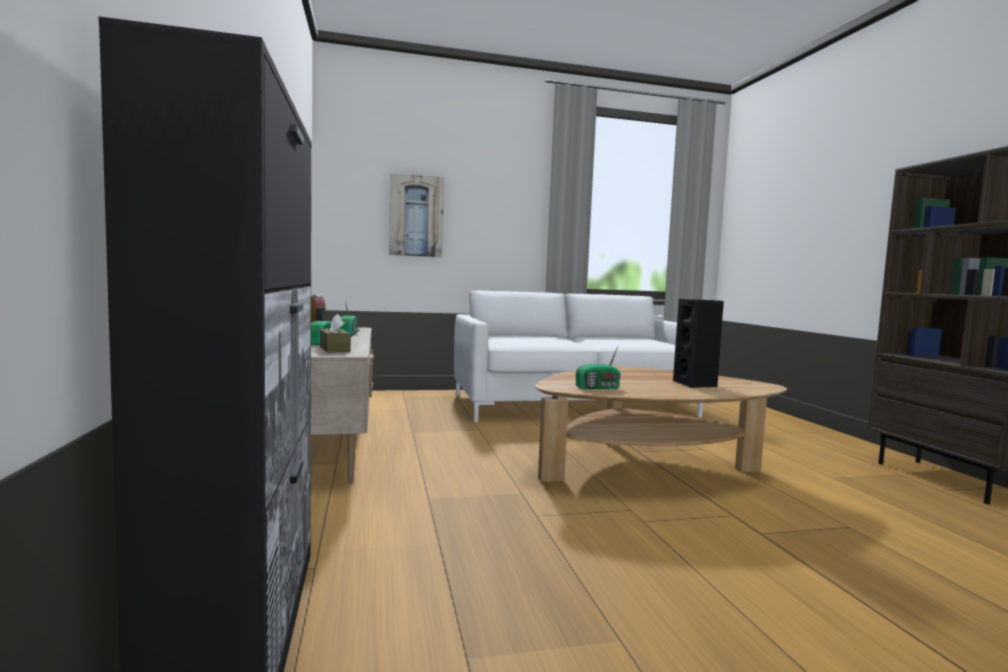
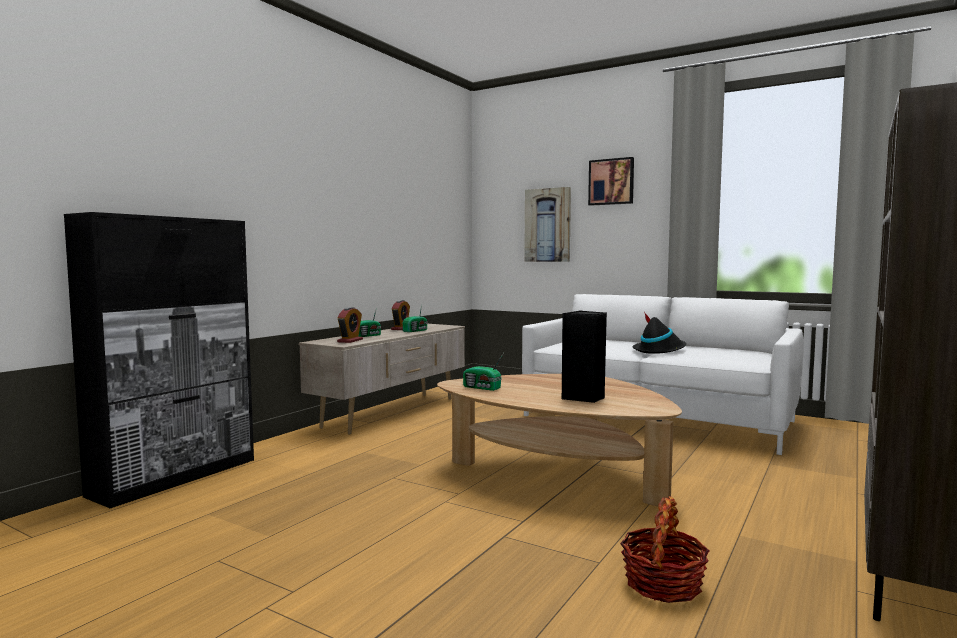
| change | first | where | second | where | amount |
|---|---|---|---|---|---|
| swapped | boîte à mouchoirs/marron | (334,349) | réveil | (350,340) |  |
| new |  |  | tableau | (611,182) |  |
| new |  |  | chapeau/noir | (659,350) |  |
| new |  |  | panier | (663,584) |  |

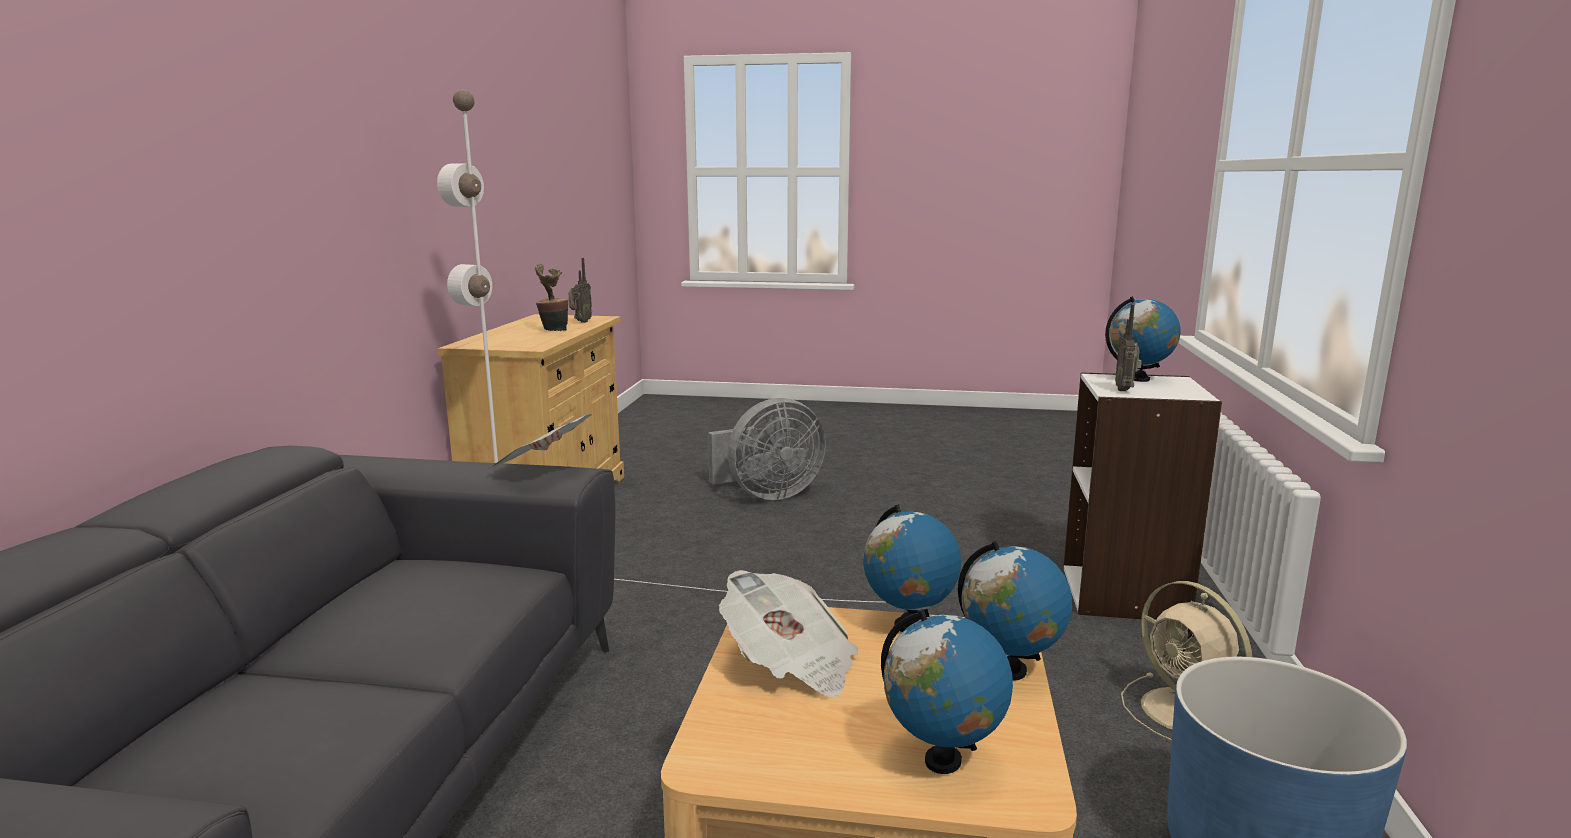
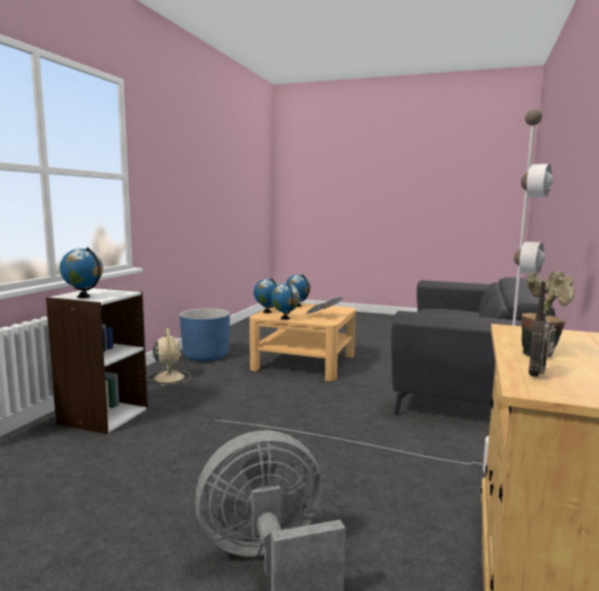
| change | first | where | second | where | amount |
|---|---|---|---|---|---|
| gone | radio | (1125,390) |  |  |  |
| gone | journal | (541,469) |  |  |  |

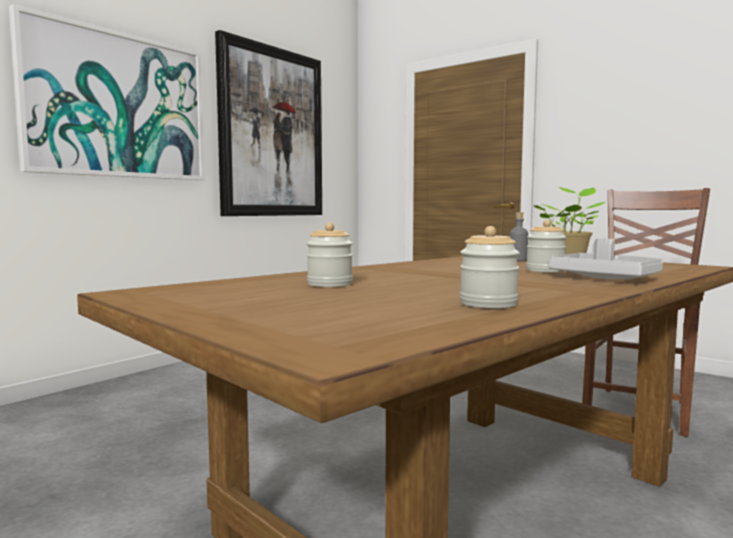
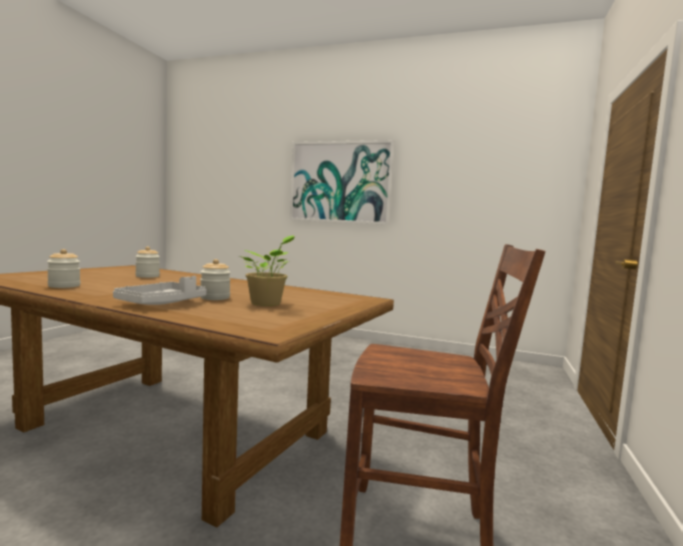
| change | first | where | second | where | amount |
|---|---|---|---|---|---|
| gone | tableau | (272,133) |  |  |  |
| gone | bouteille/gris | (518,260) |  |  |  |

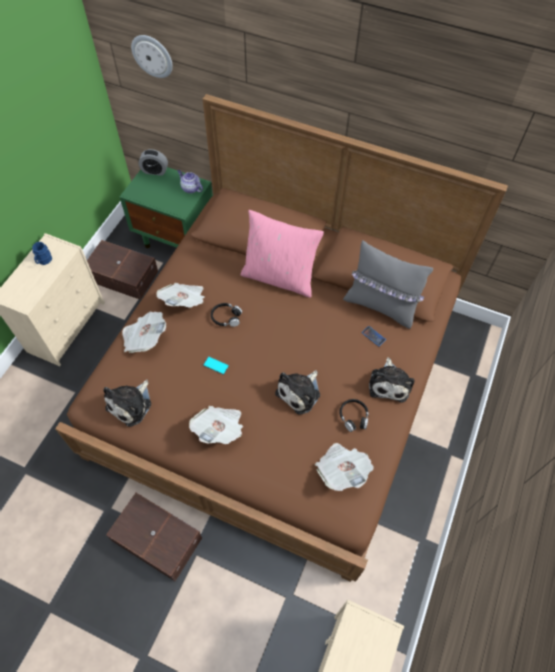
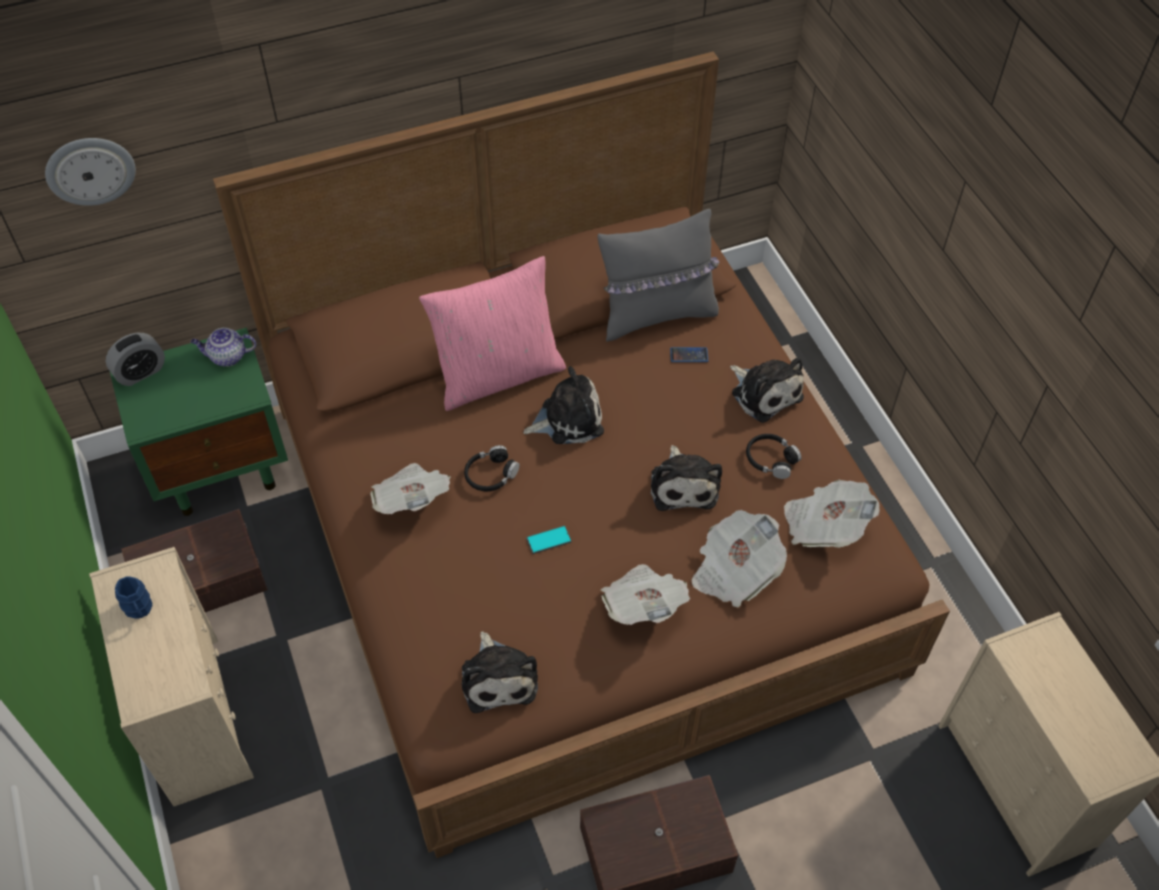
| change | first | where | second | where | amount |
|---|---|---|---|---|---|
| shifted | journal | (144,338) |  | (734,571) |  |
| new |  |  | peluche | (568,419) |  |

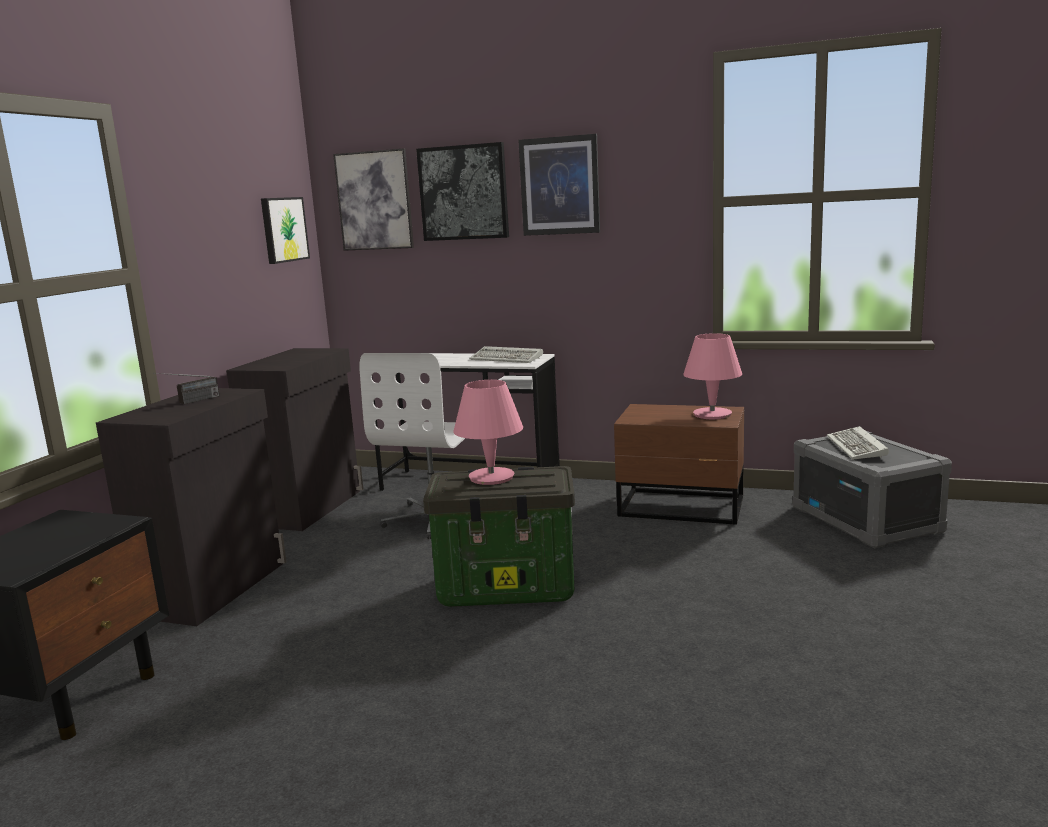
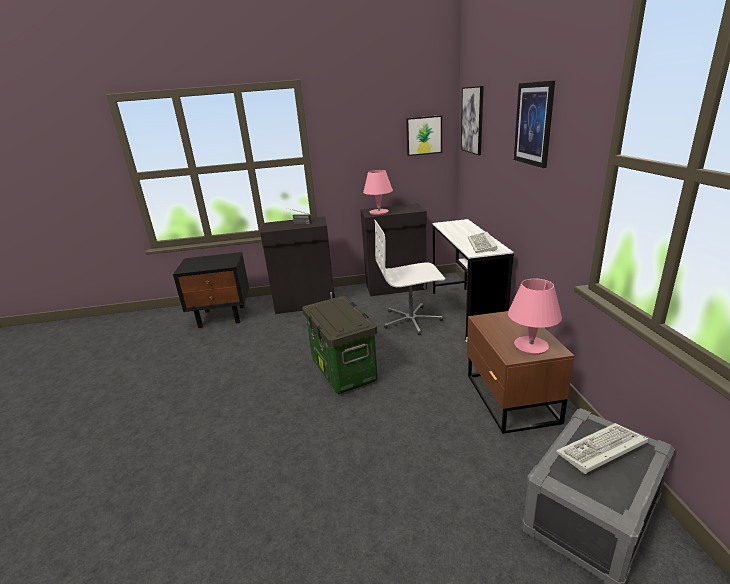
| change | first | where | second | where | amount |
|---|---|---|---|---|---|
| gone | tableau | (464,192) |  |  |  |
| shifted | lampe de table/rose | (491,477) |  | (379,212) |  |

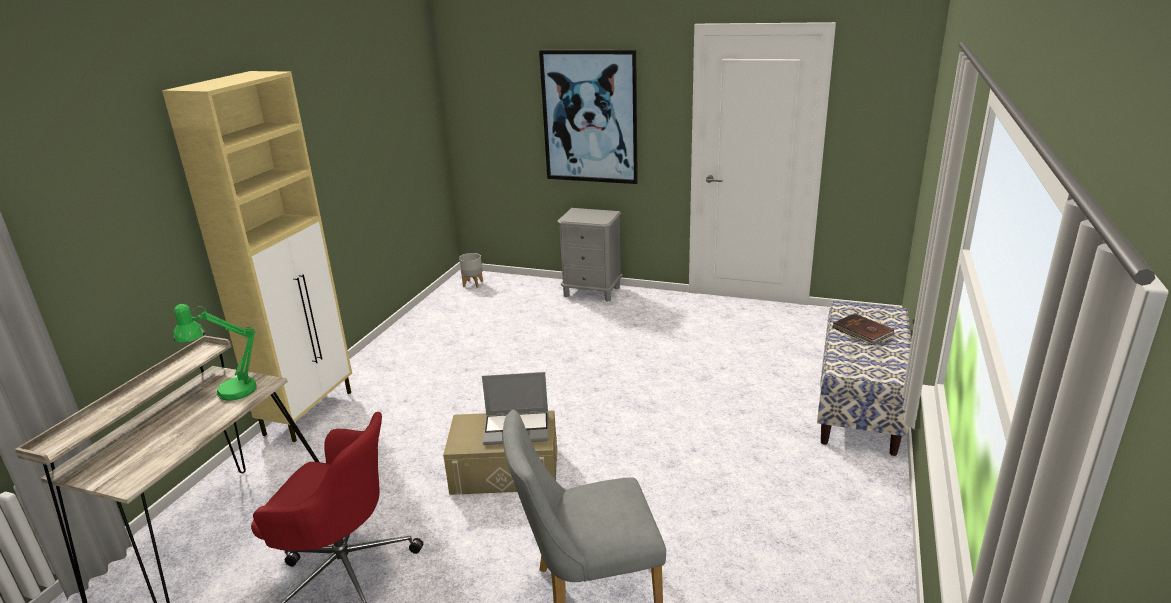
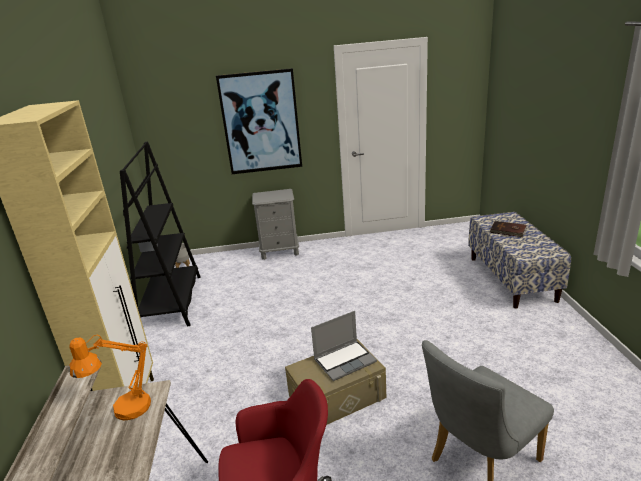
| change | first | where | second | where | amount |
|---|---|---|---|---|---|
| repainted | lampe de table/vert | (228,392) | lampe de table/orange | (124,411) |  |
| new |  |  | bibliothèque/noir | (172,303) |  |

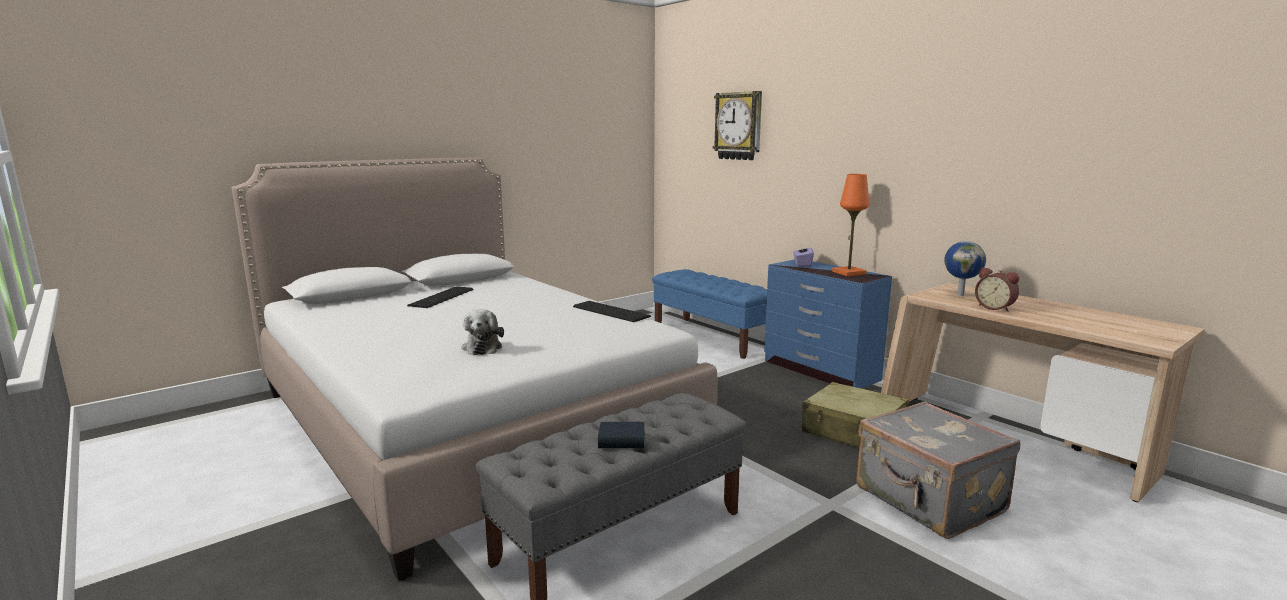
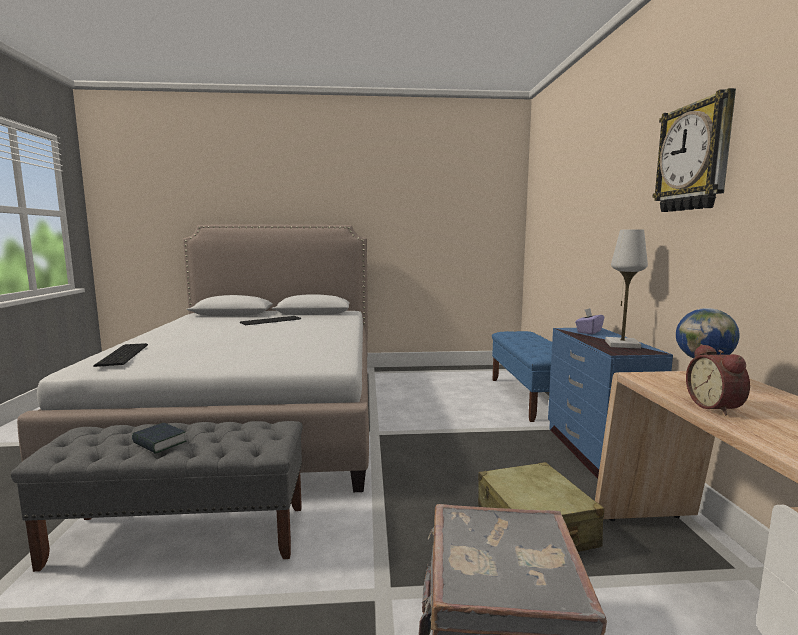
| change | first | where | second | where | amount |
|---|---|---|---|---|---|
| shifted | horloge murale | (739,126) |  | (694,157) |  |
| repainted | lampe de table/orange | (849,273) | lampe de table/blanc | (622,344) |  |
| shifted | clavier | (611,311) |  | (125,354) |  |
| gone | peluche | (482,347) |  |  |  |

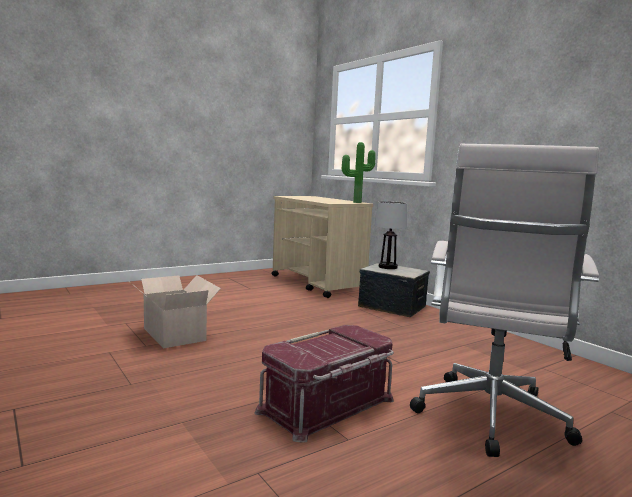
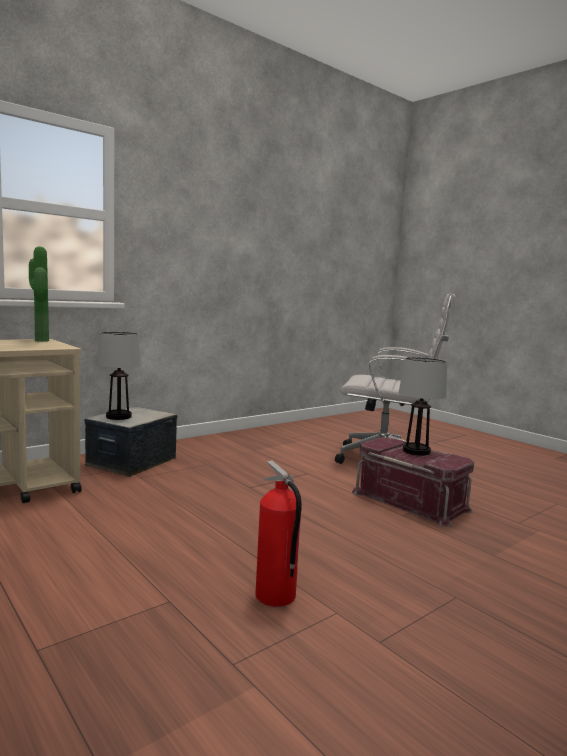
| change | first | where | second | where | amount |
|---|---|---|---|---|---|
| swapped | carton | (174,333) | extincteur | (275,596) |  |
| new |  |  | lampe de table | (417,451) |  |

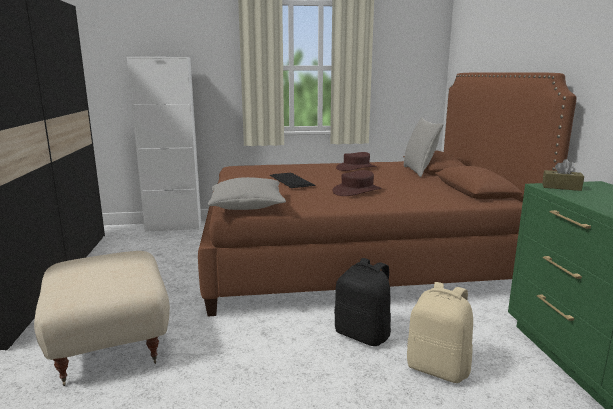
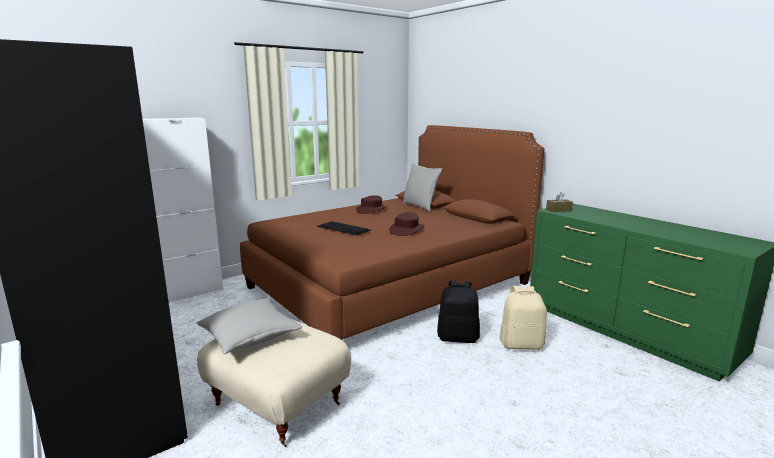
| change | first | where | second | where | amount |
|---|---|---|---|---|---|
| shifted | coussin/gris | (247,206) |  | (250,337) |  |

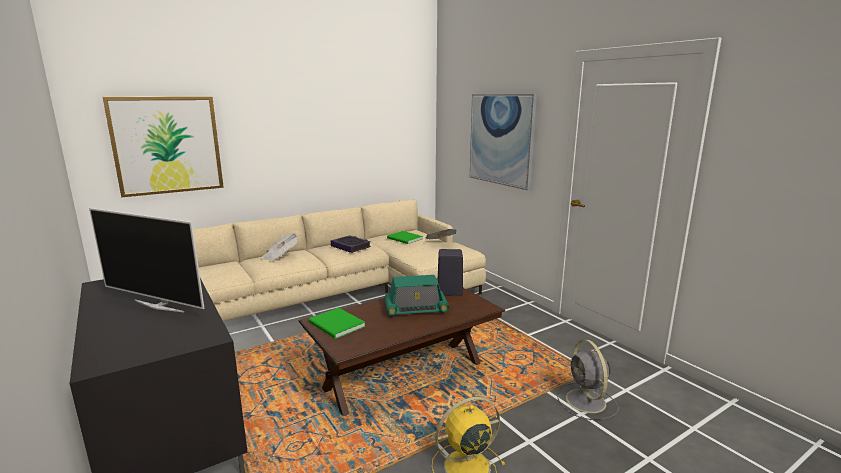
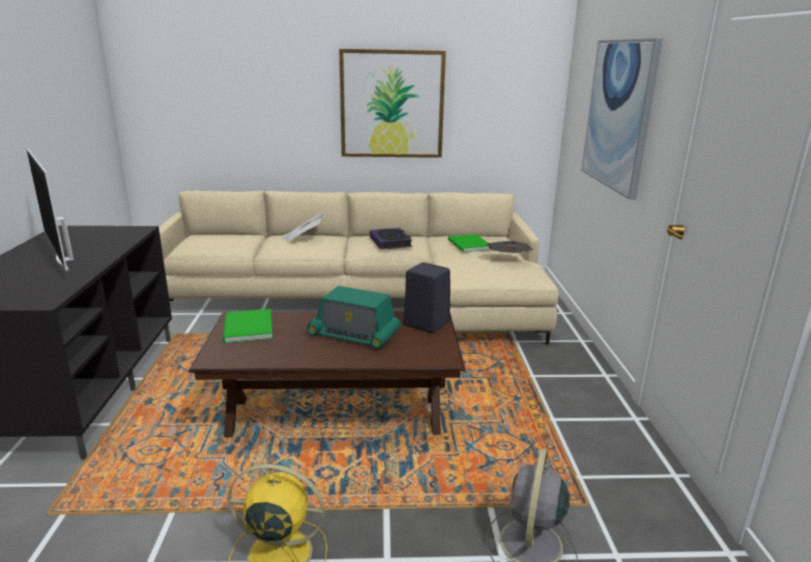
| change | first | where | second | where | amount |
|---|---|---|---|---|---|
| shifted | tableau | (167,145) |  | (392,104) |  |

